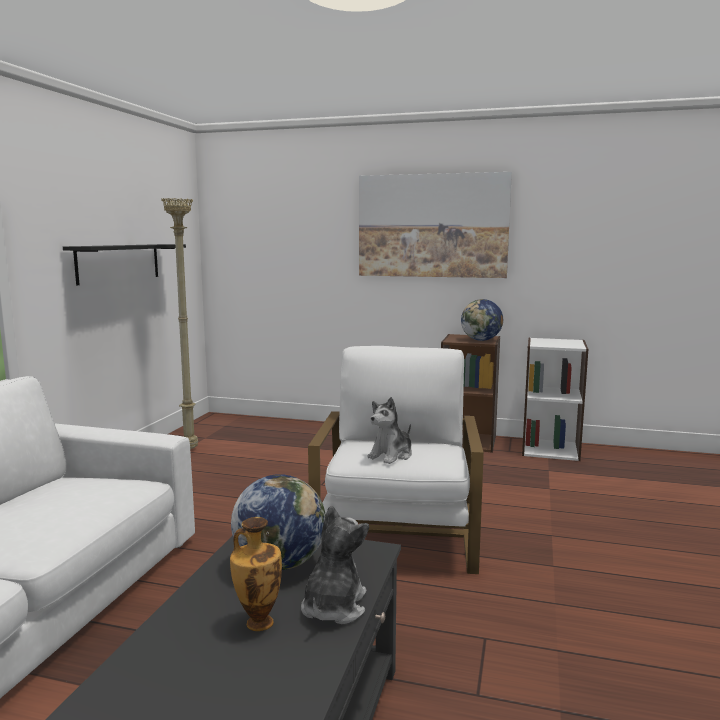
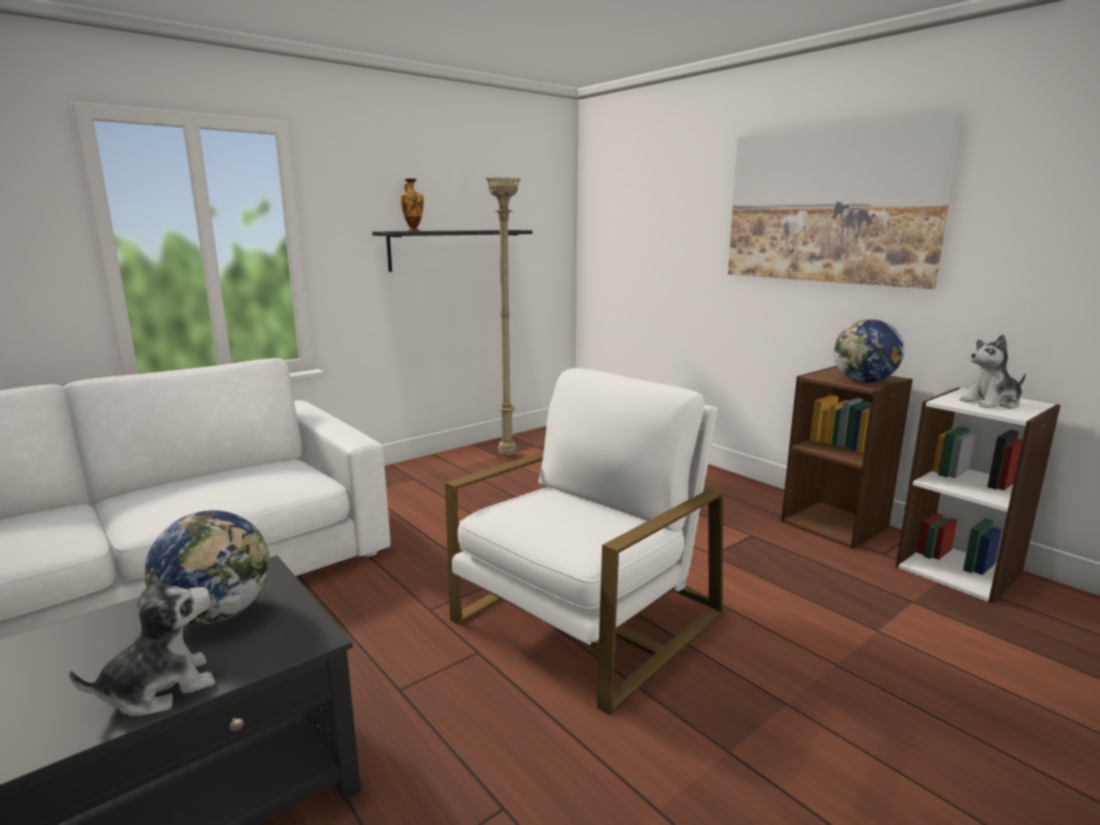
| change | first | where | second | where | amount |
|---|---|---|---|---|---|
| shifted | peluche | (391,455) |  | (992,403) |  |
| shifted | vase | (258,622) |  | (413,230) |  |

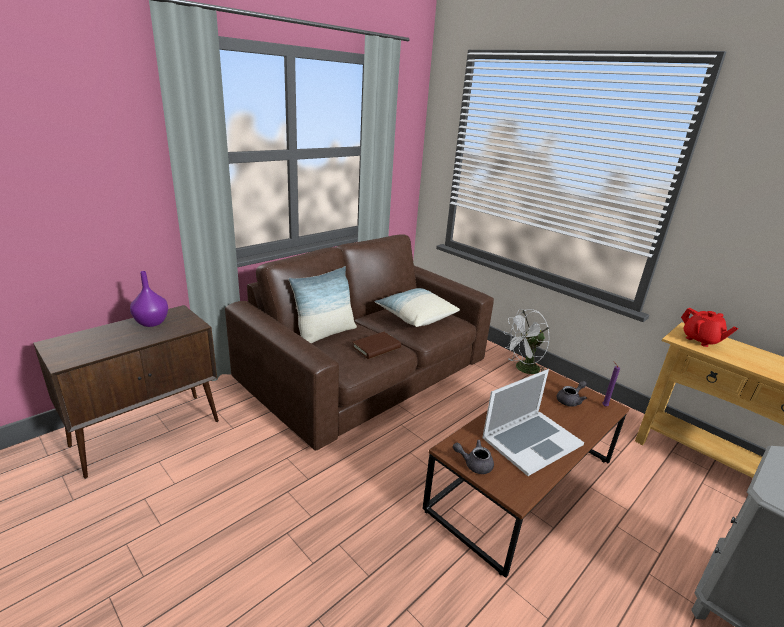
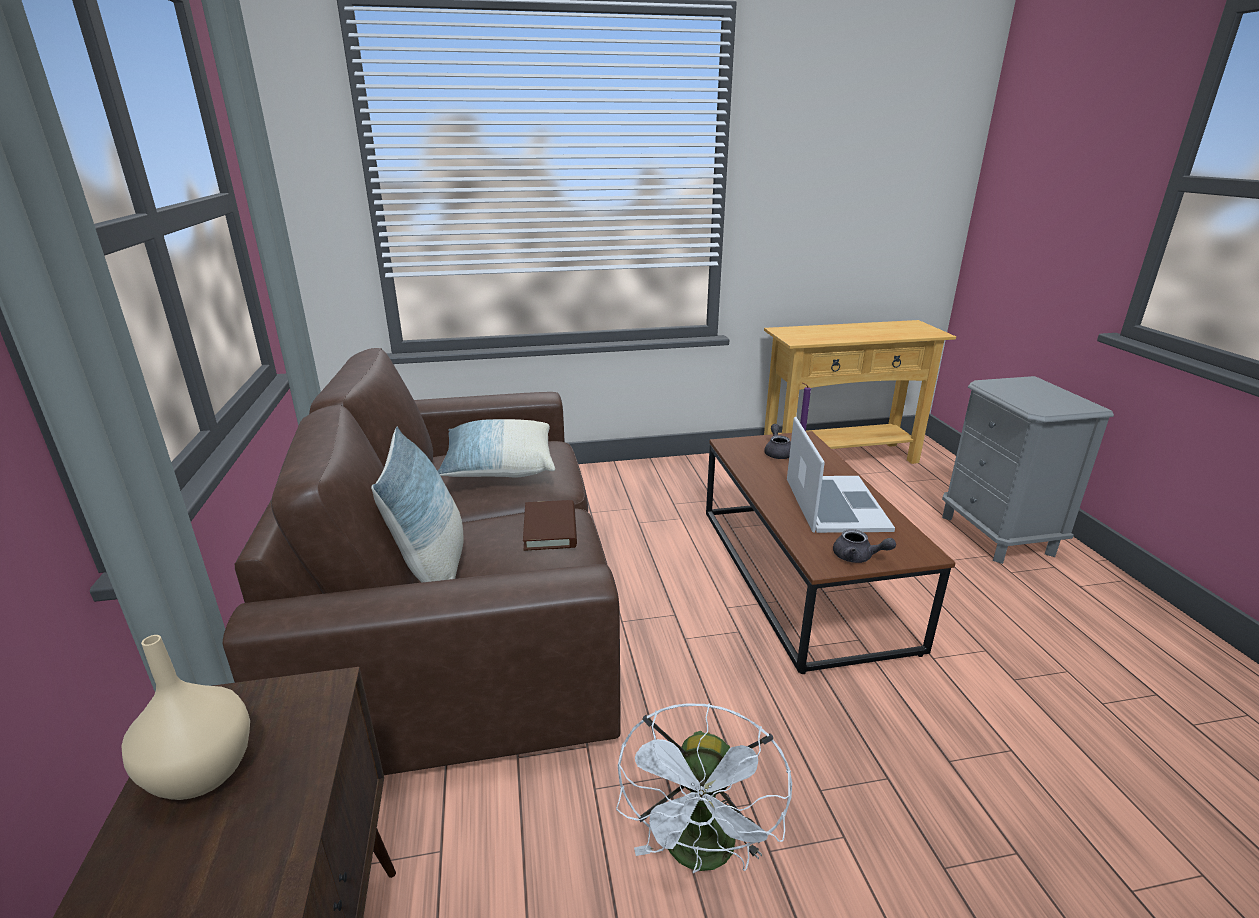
| change | first | where | second | where | amount |
|---|---|---|---|---|---|
| repainted | vase/violet | (152,322) | vase/beige | (201,773) |  |
| gone | théière/rouge | (701,340) |  |  |  |
| shifted | ventilateur/blanc | (523,369) |  | (701,855) |  |
| rotated | théière/gris | (474,464) |  | (858,557) | 105 degrees counterclockwise |

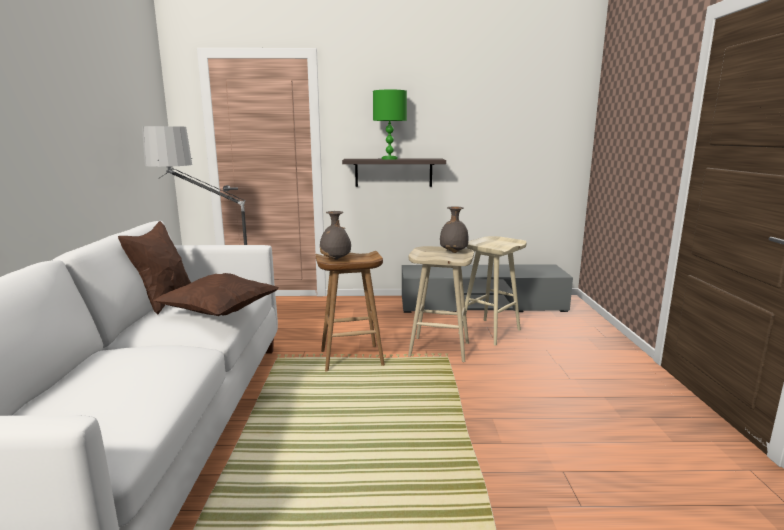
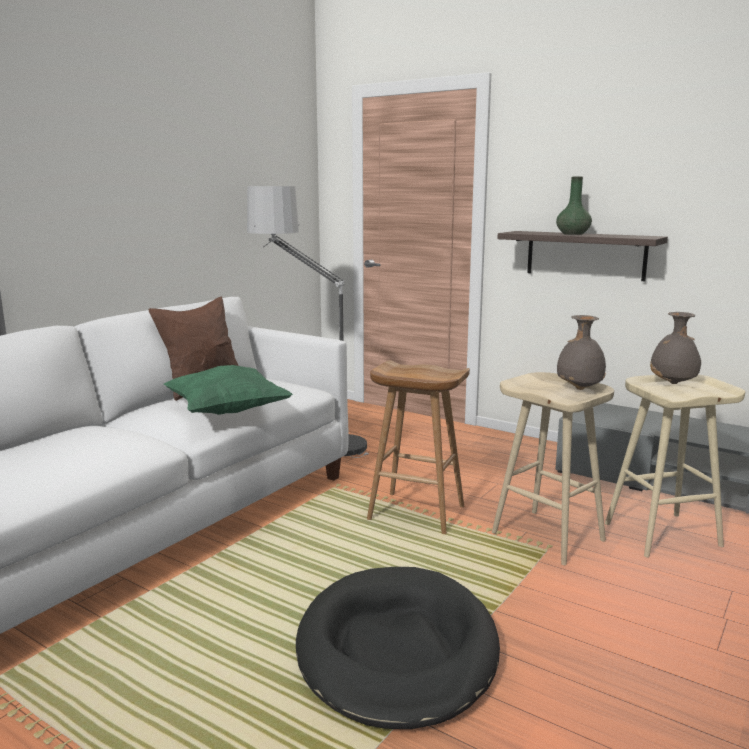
| change | first | where | second | where | amount |
|---|---|---|---|---|---|
| swapped | lampe de table/vert | (389,159) | vase/vert | (573,234) |  |
| shifted | vase/gris | (336,259) |  | (673,384) |  |
| repainted | coussin/marron | (220,313) | coussin/vert | (227,412) |  |
| new |  |  | panier pour chien/noir | (397,650) |  |

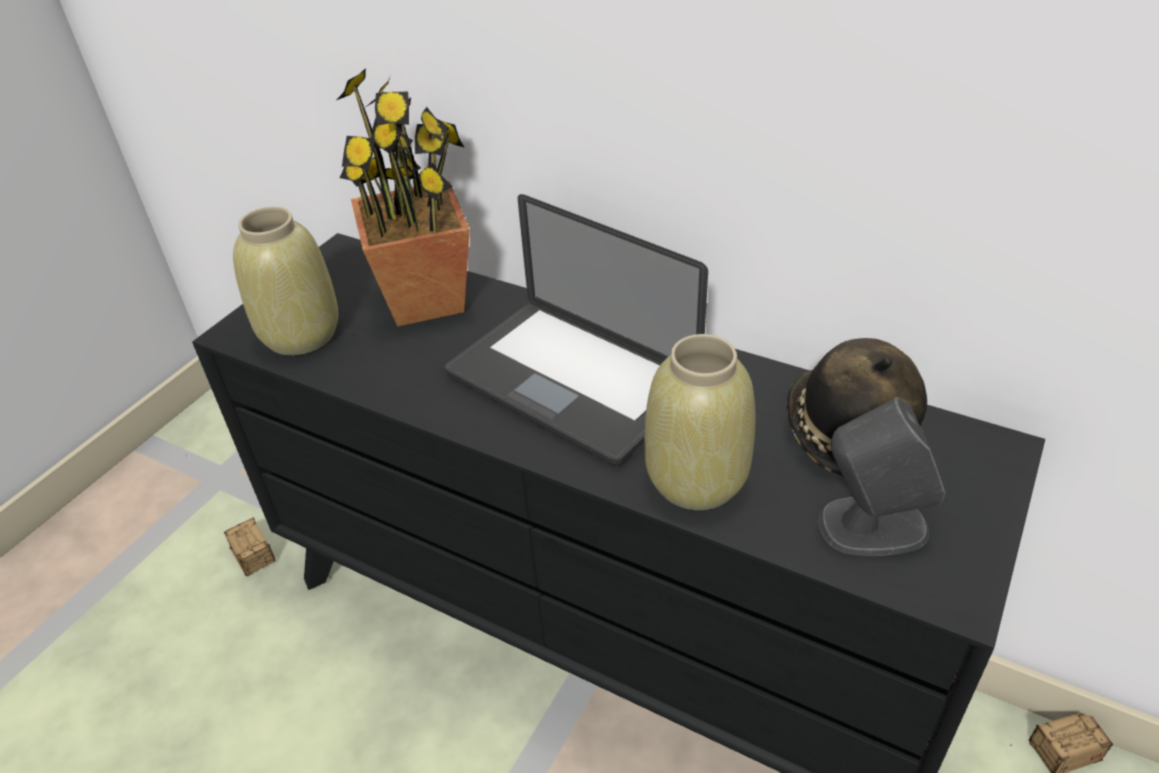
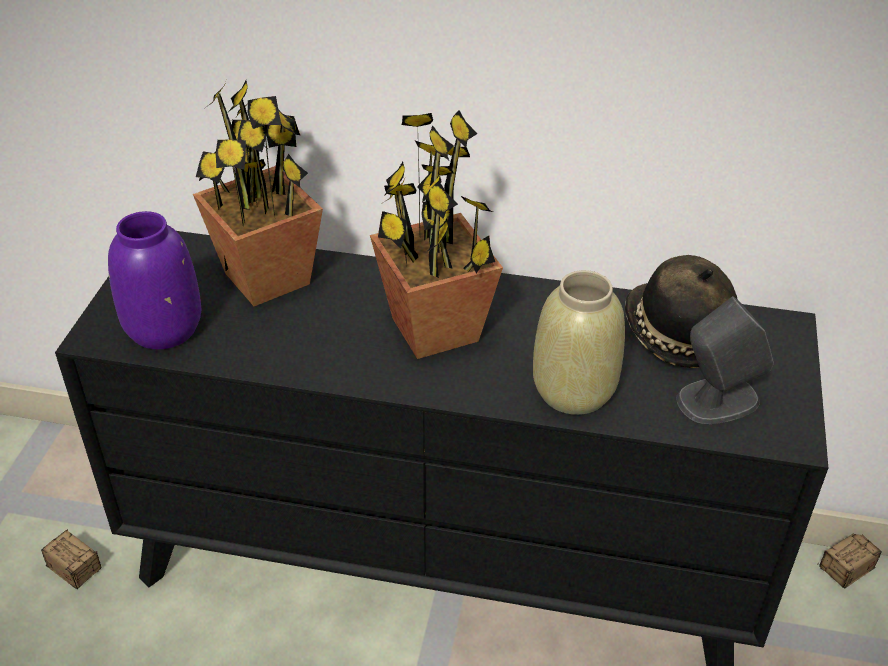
| change | first | where | second | where | amount |
|---|---|---|---|---|---|
| swapped | ordinateur portable | (570,382) | plante en pot | (435,330) |  |
| repainted | vase/beige | (300,336) | vase/violet | (163,329) |  |

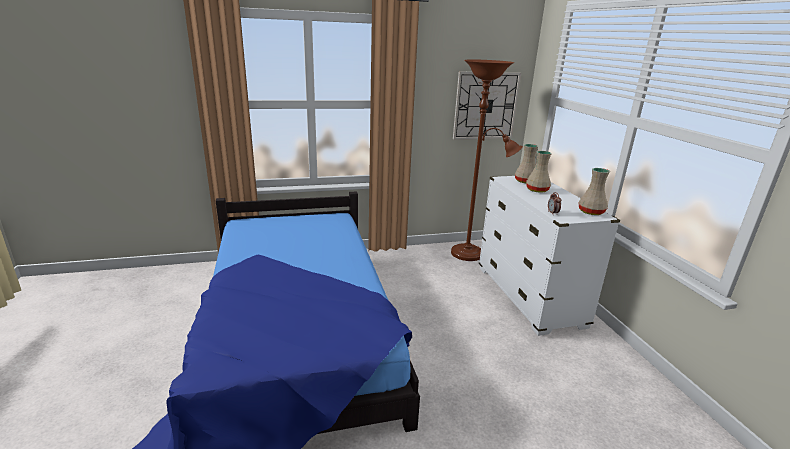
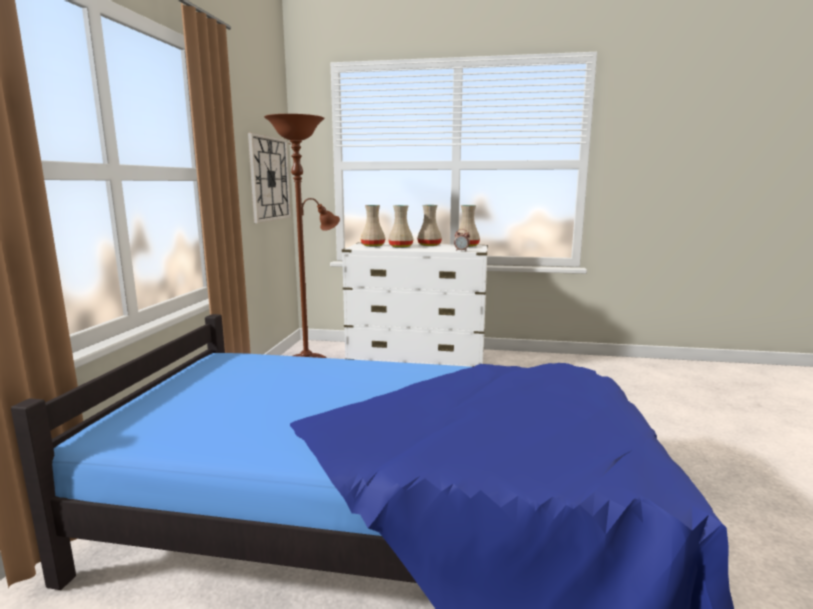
| change | first | where | second | where | amount |
|---|---|---|---|---|---|
| new |  |  | vase/beige | (429,245) |  |

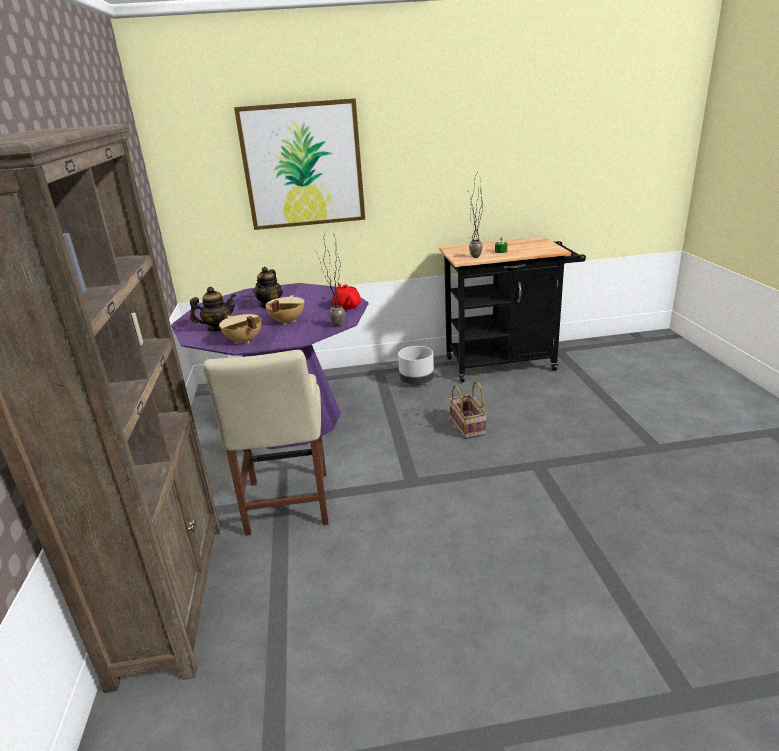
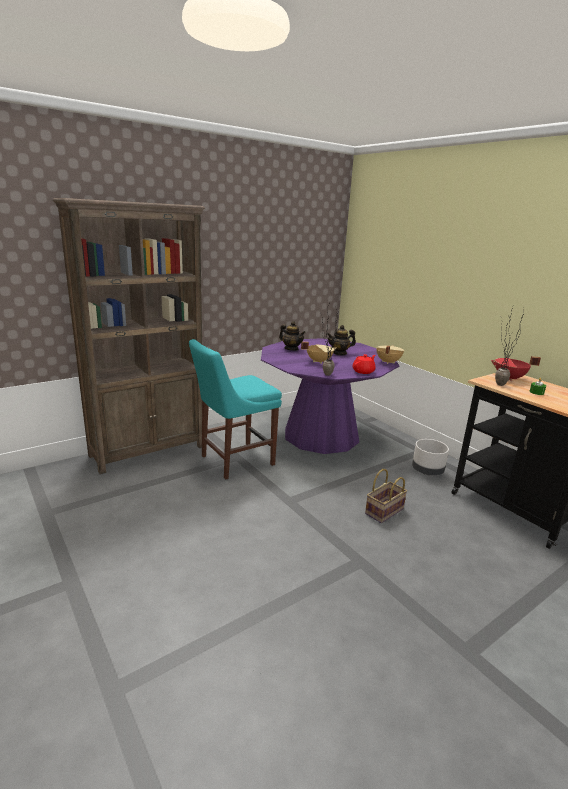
| change | first | where | second | where | amount |
|---|---|---|---|---|---|
| gone | tableau | (303,165) |  |  |  |
| shifted | marmite/beige | (243,341) |  | (387,362) |  |
| repainted | chaise/beige | (287,506) | chaise/turquoise | (234,461) |  |
| new |  |  | marmite/rouge | (509,378) |  |

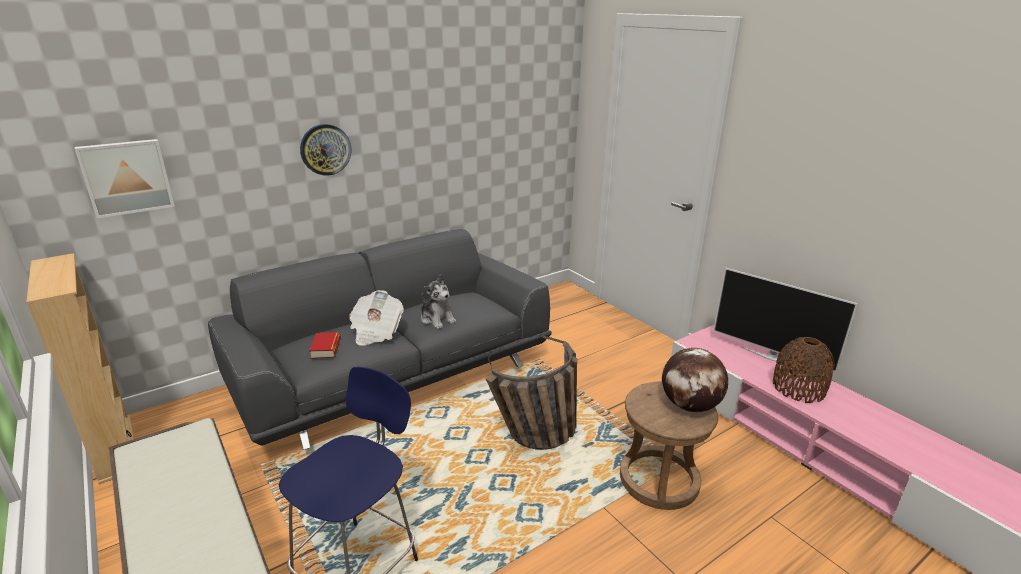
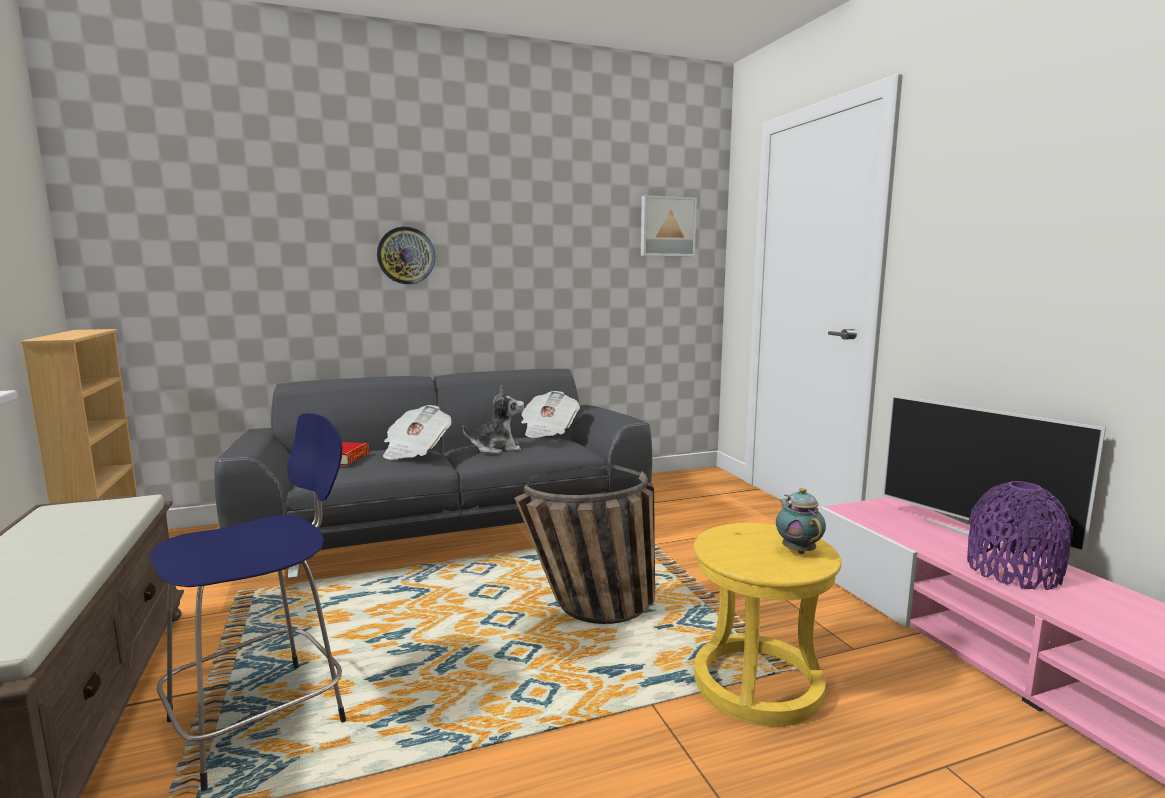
| change | first | where | second | where | amount |
|---|---|---|---|---|---|
| shifted | tableau | (126,177) |  | (667,227) |  |
| rotated | peluche | (437,319) |  | (497,448) | 75 degrees counterclockwise |
| repainted | vase/marron | (798,388) | vase/violet | (1013,571) |  |
| swapped | globe | (690,406) | théière | (797,550) |  |
| repainted | tabouret/marron | (659,480) | tabouret/jaune | (758,684) |  |
| new |  |  | journal | (548,431) |  |

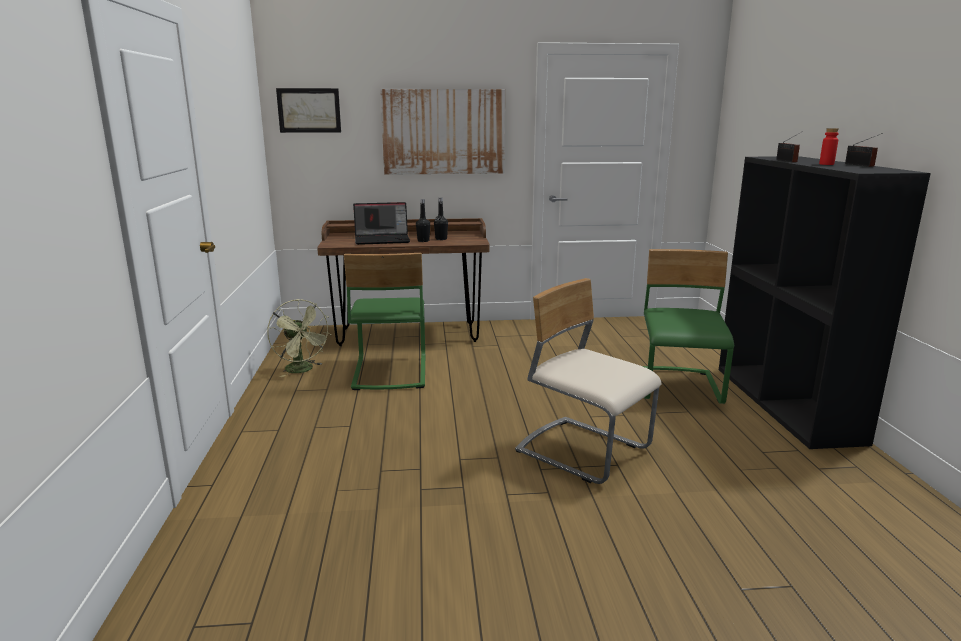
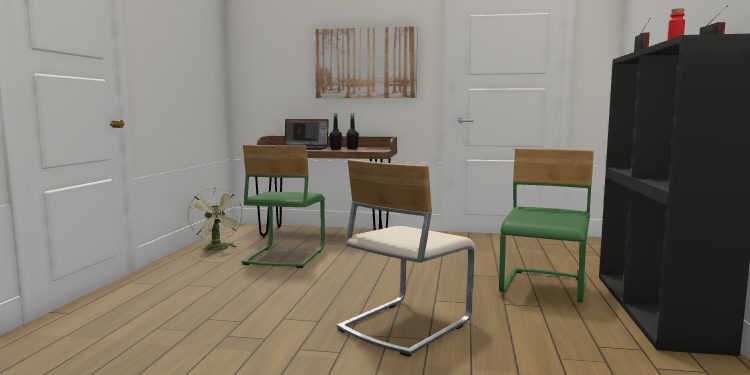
| change | first | where | second | where | amount |
|---|---|---|---|---|---|
| gone | tableau | (309,110) |  |  |  |
| rotated | chaise/beige | (583,451) |  | (404,325) | 105 degrees counterclockwise |

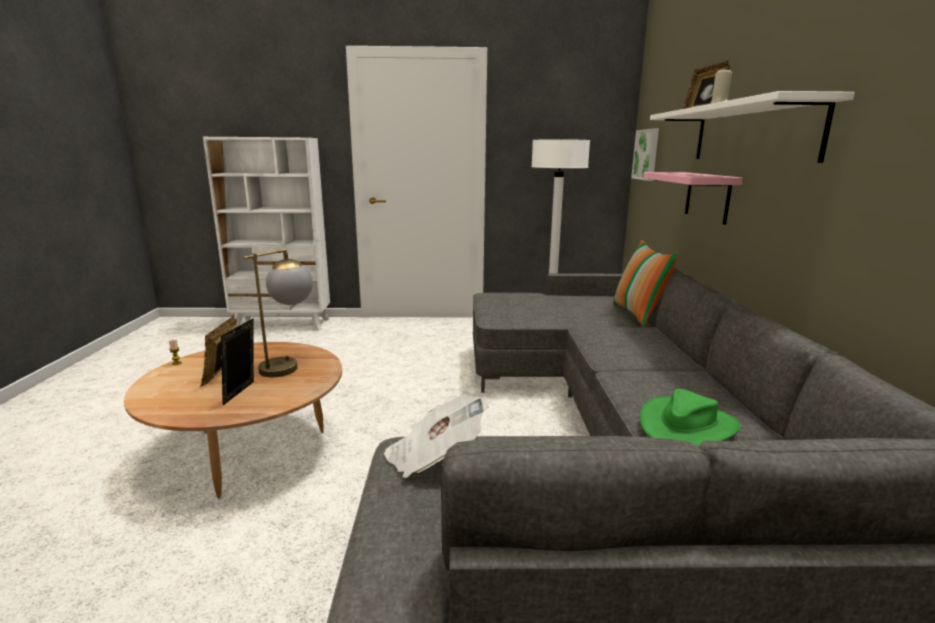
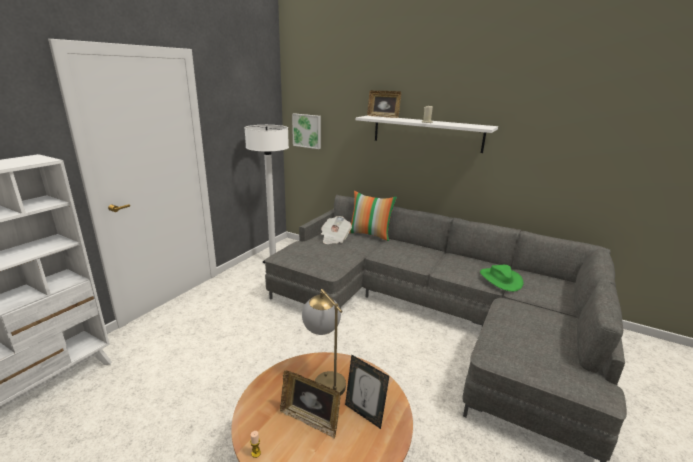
| change | first | where | second | where | amount |
|---|---|---|---|---|---|
| gone | étagère/rose | (707,196) |  |  |  |
| shifted | journal | (434,457) |  | (334,238) |  |

